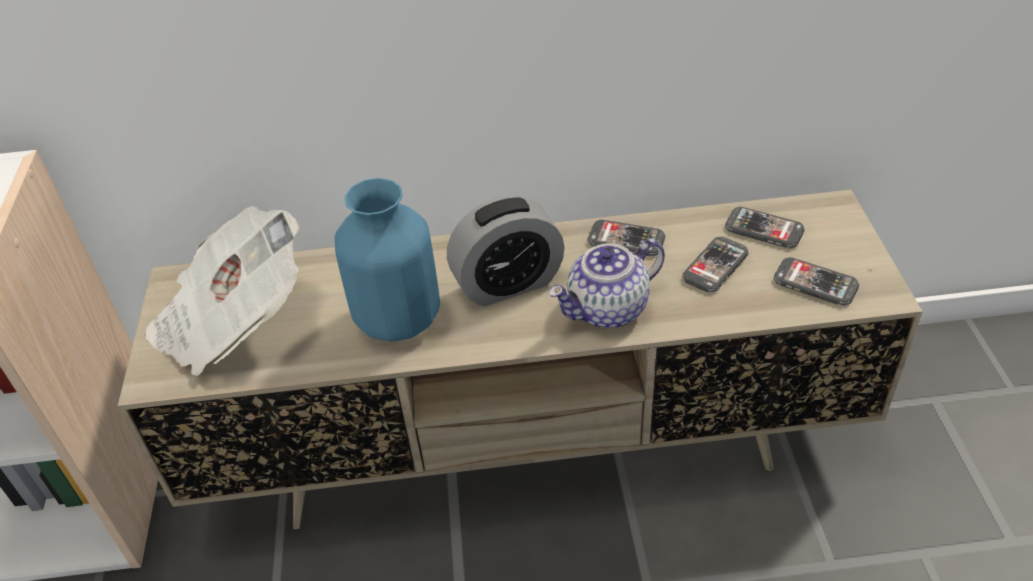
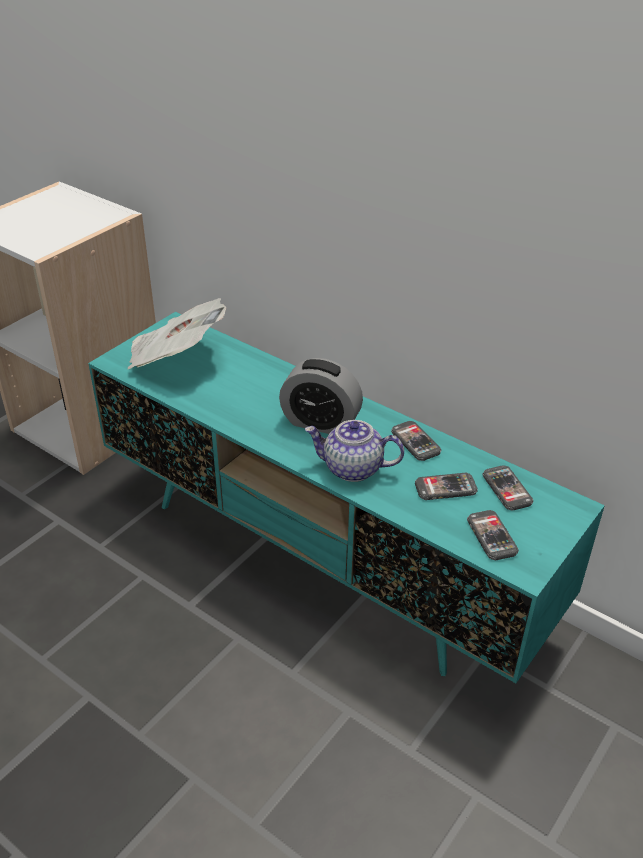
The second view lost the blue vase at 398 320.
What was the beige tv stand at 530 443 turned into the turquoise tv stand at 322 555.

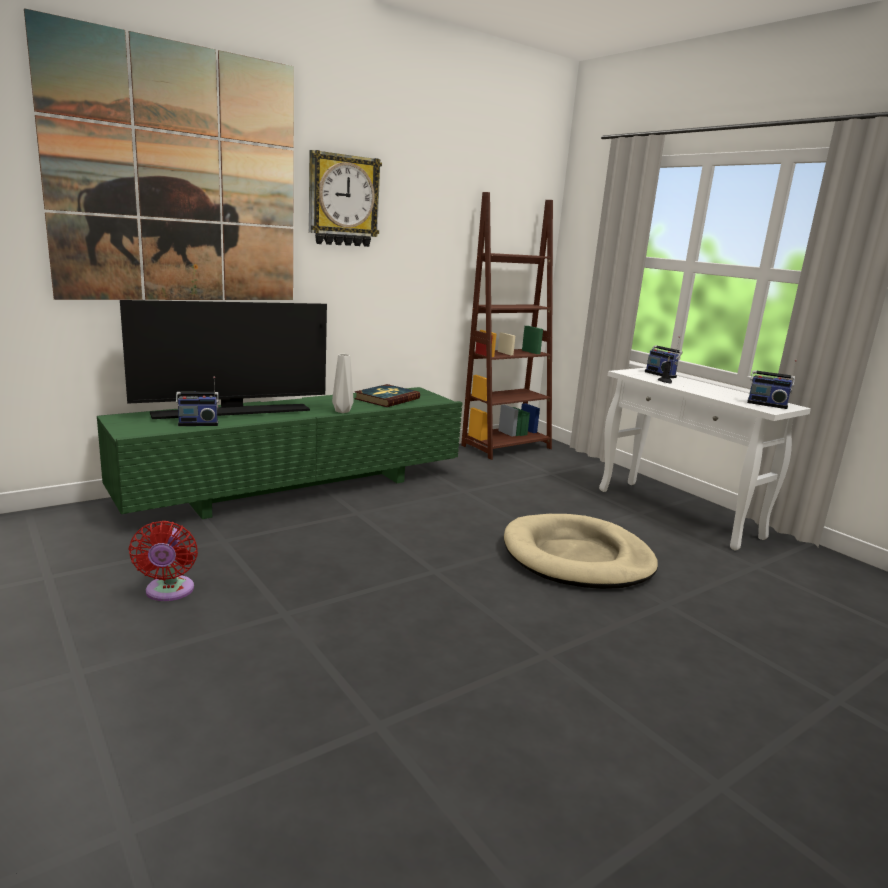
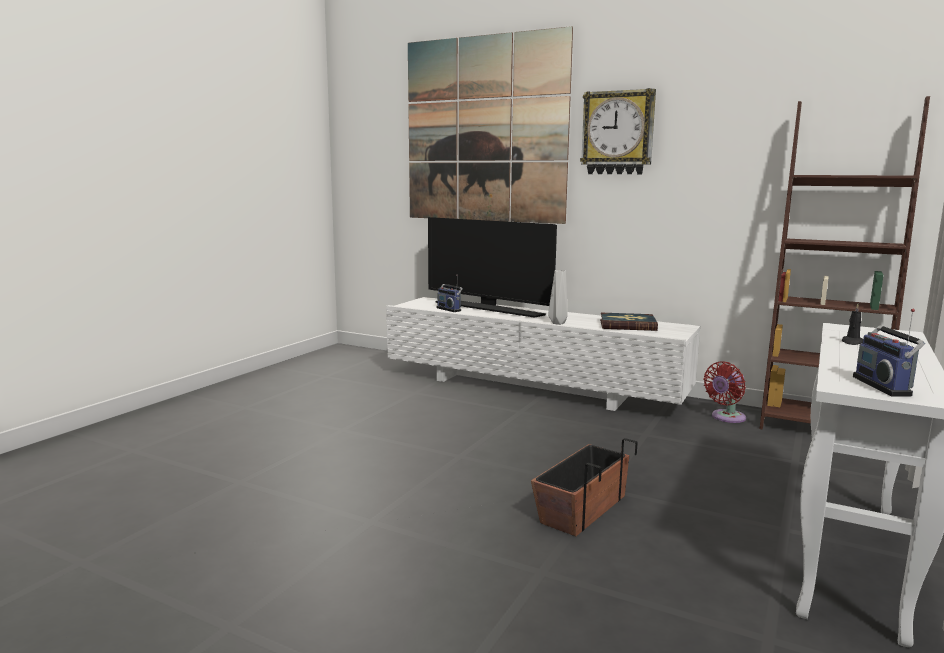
The second view lost the radio at 661 374.
The red fan ended up elsewhere, having gone from 169 592 to 726 417.
Where the beige dog bed stood at 577 557, the planter came to stand at 582 509.
What was the green tv stand at 297 486 turned into the white tv stand at 532 386.

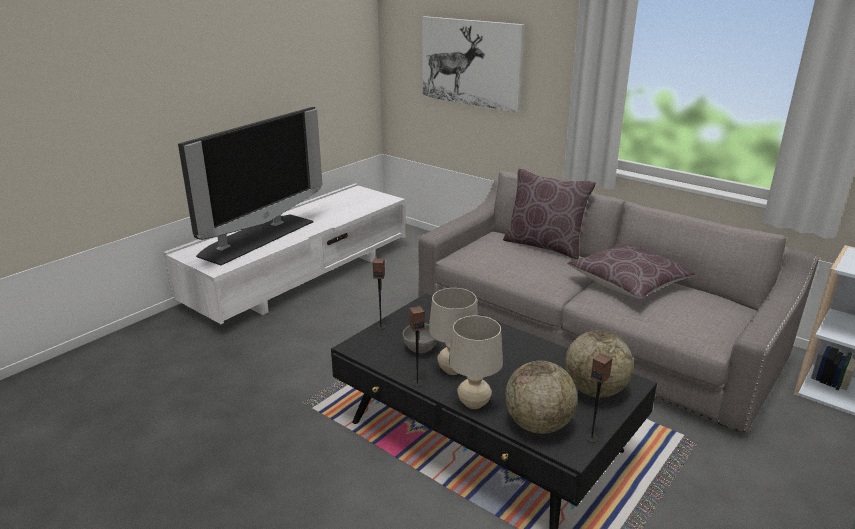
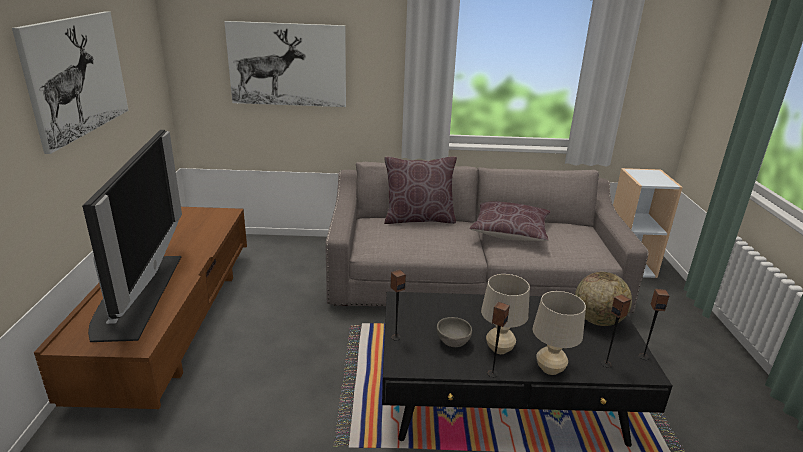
The second view gained the picture at 77 76.
Where the globe stood at 538 425, the speaker came to stand at 606 364.
What was the white tv stand at 300 275 turned into the brown tv stand at 172 319.

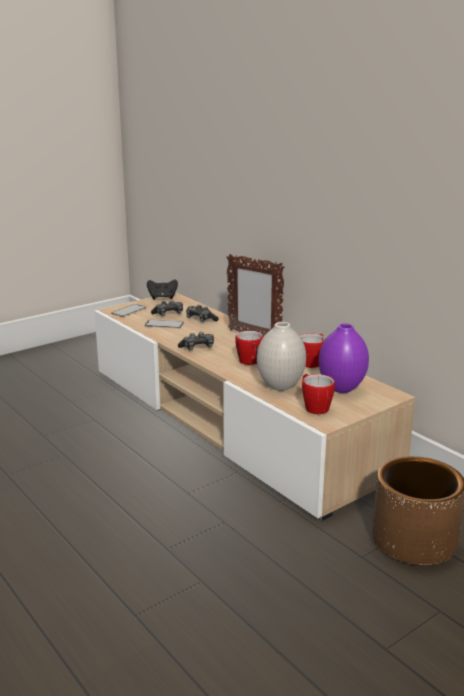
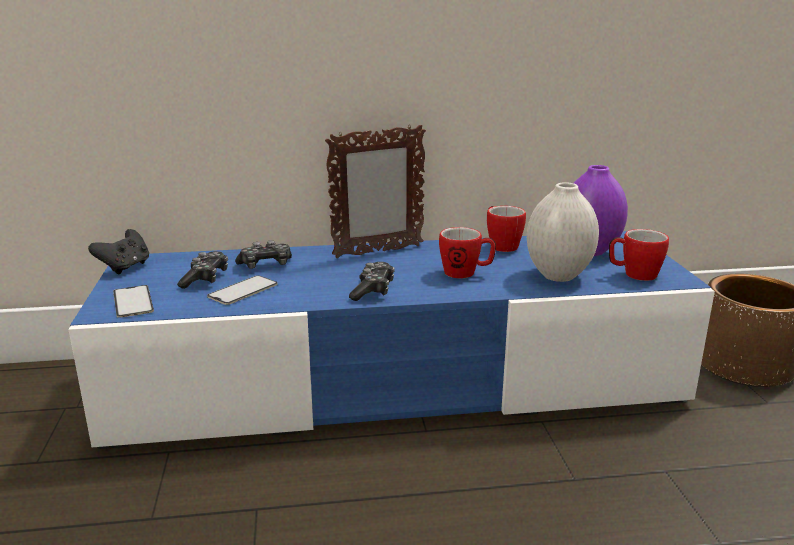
What was the beige tv stand at 232 420 turned into the blue tv stand at 397 382.

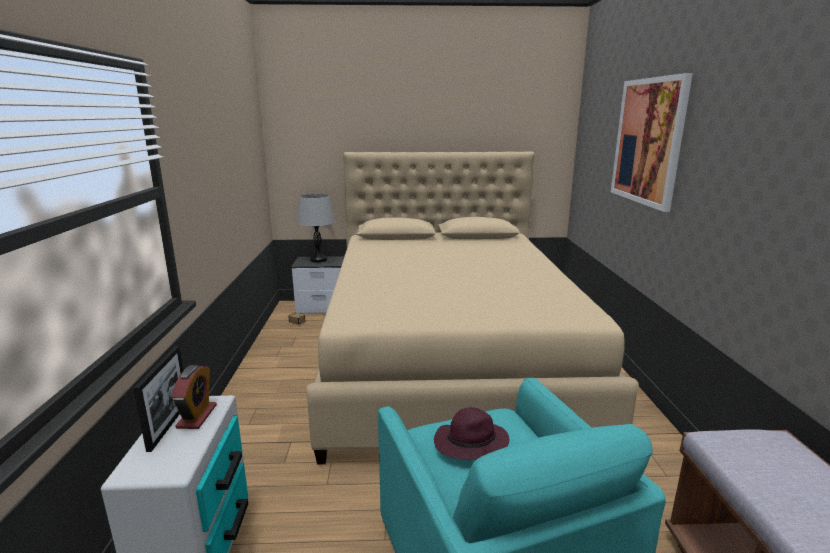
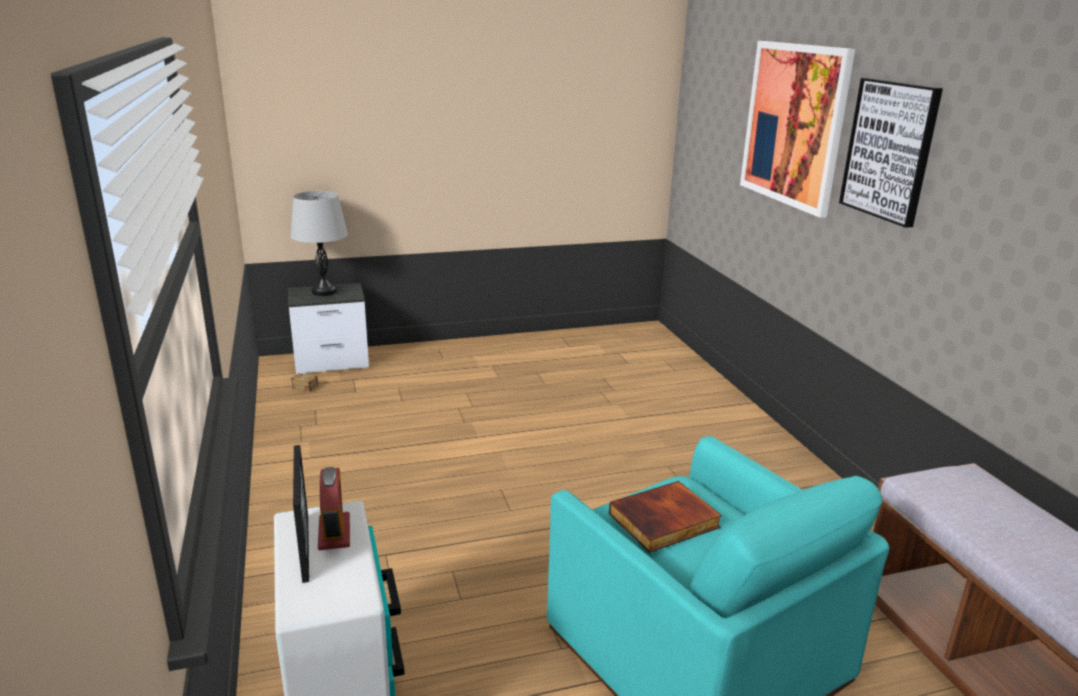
The second view lost the beige bed at 449 357.
The second view gained the picture at 890 150.
Where the purple hat stood at 470 444, the book came to stand at 664 522.

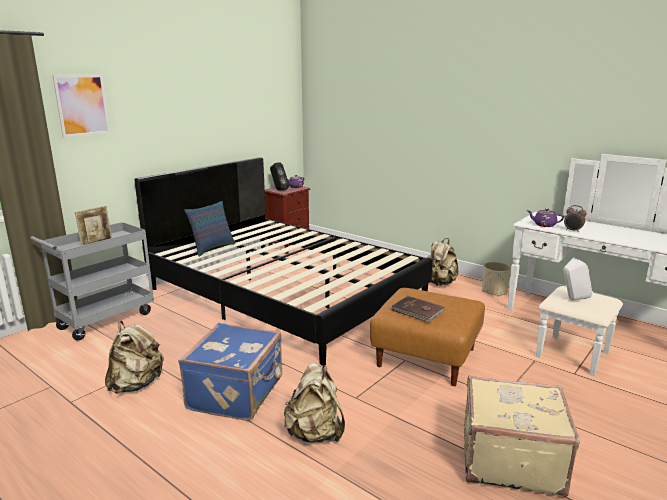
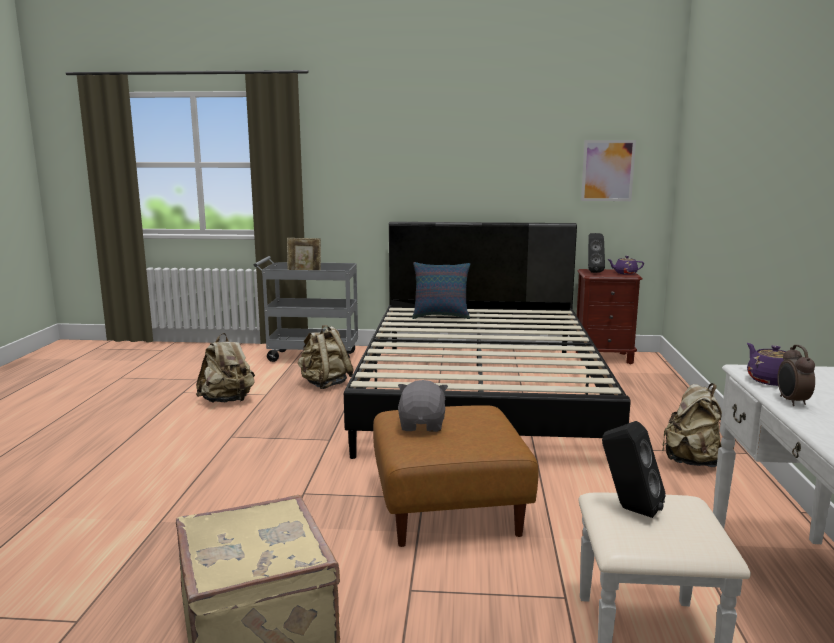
The second view lost the blue suitcase at 237 393.
The second view lost the beige planter at 494 291.
The picture ended up elsewhere, having gone from 82 105 to 607 170.
The beige backpack ended up elsewhere, having gone from 315 434 to 325 384.
Where the brown book stood at 417 311, the grey plush toy came to stand at 422 425.
What was the white speaker at 572 300 turned into the black speaker at 629 509.

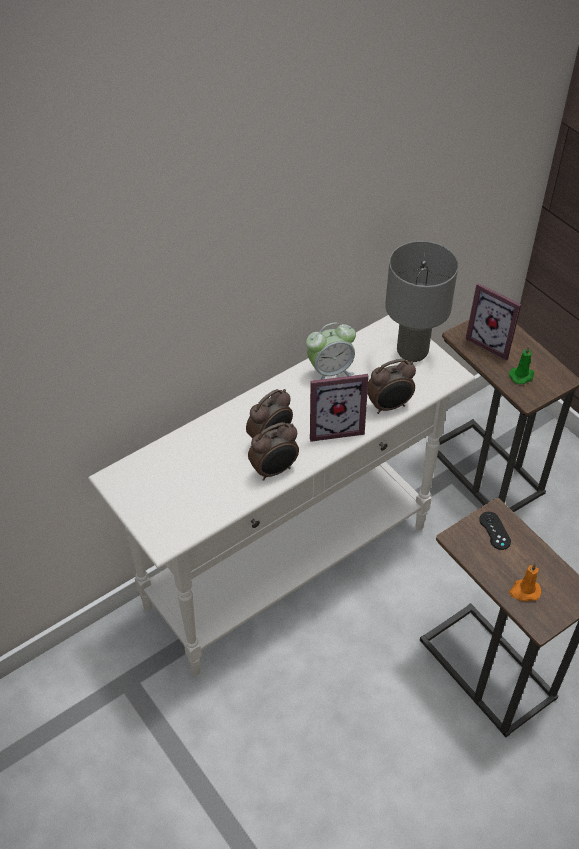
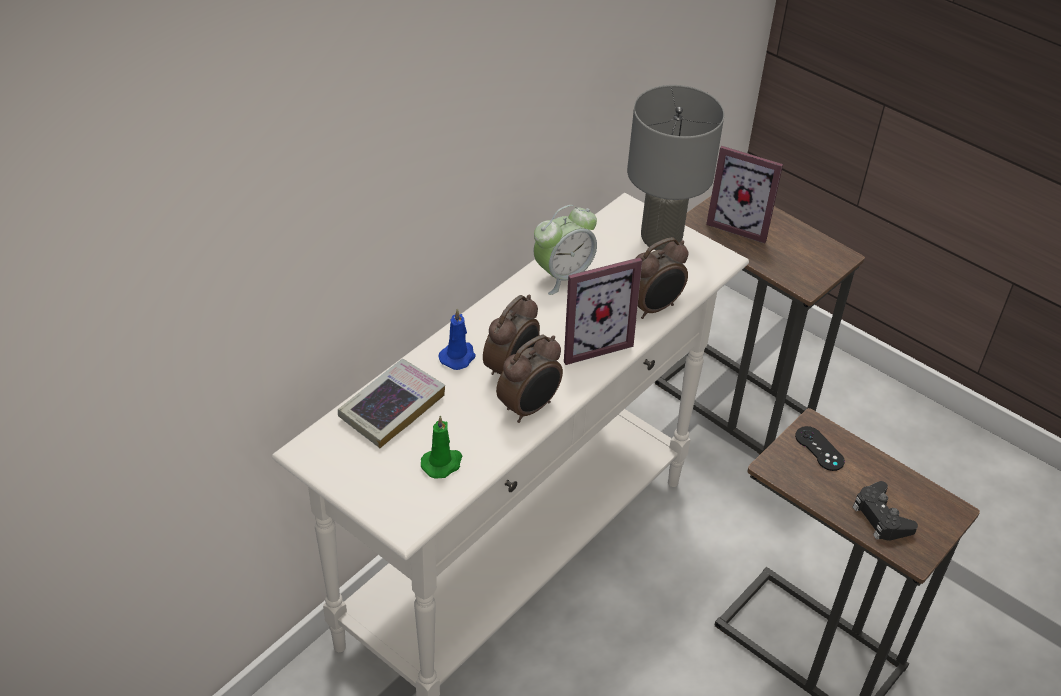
The second view gained the book at 392 407.
The second view gained the blue candle at 458 356.
The green candle ended up elsewhere, having gone from 522 376 to 442 463.
Where the orange candle stood at 524 591, the black game controller came to stand at 881 517.

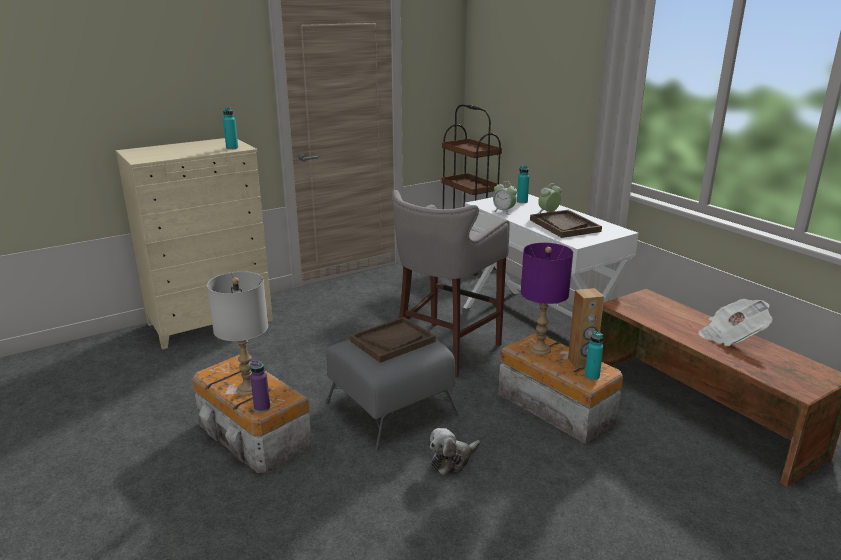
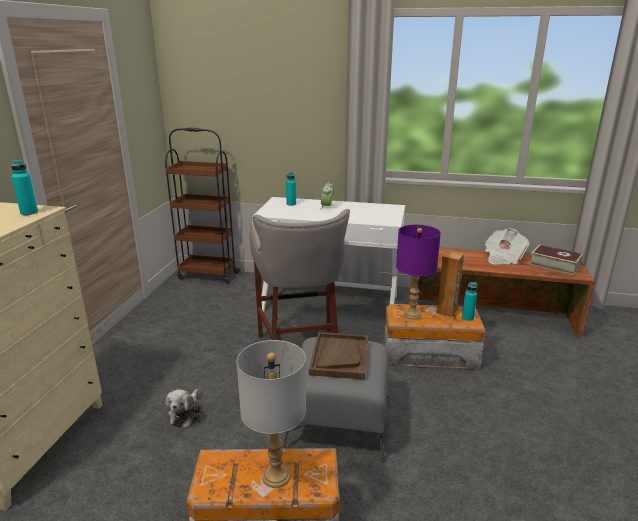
The second view lost the purple bottle at 262 408.
The second view lost the alarm clock at 504 211.
The second view lost the brown tray at 564 225.
The second view gained the book at 554 265.
The plush toy ended up elsewhere, having gone from 452 460 to 186 414.

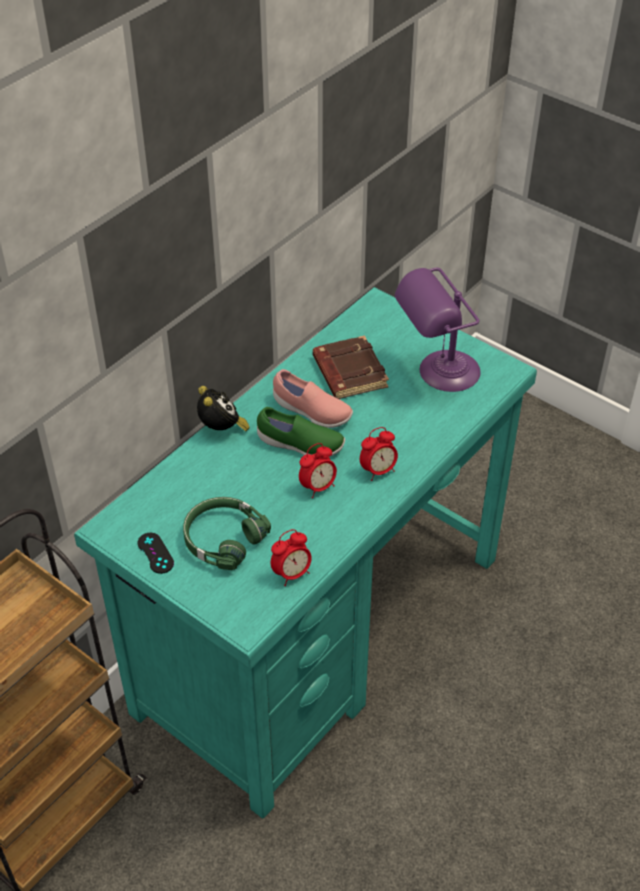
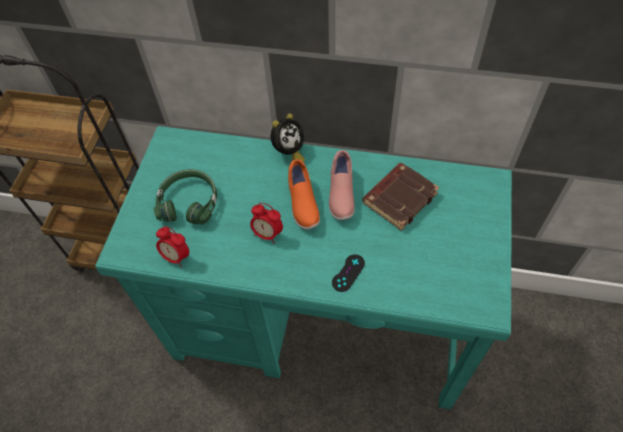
The second view lost the alarm clock at 378 471.
The second view lost the purple table lamp at 438 375.
The black game controller ended up elsewhere, having gone from 155 553 to 348 273.
What was the green shoe at 300 445 turned into the orange shoe at 302 204.

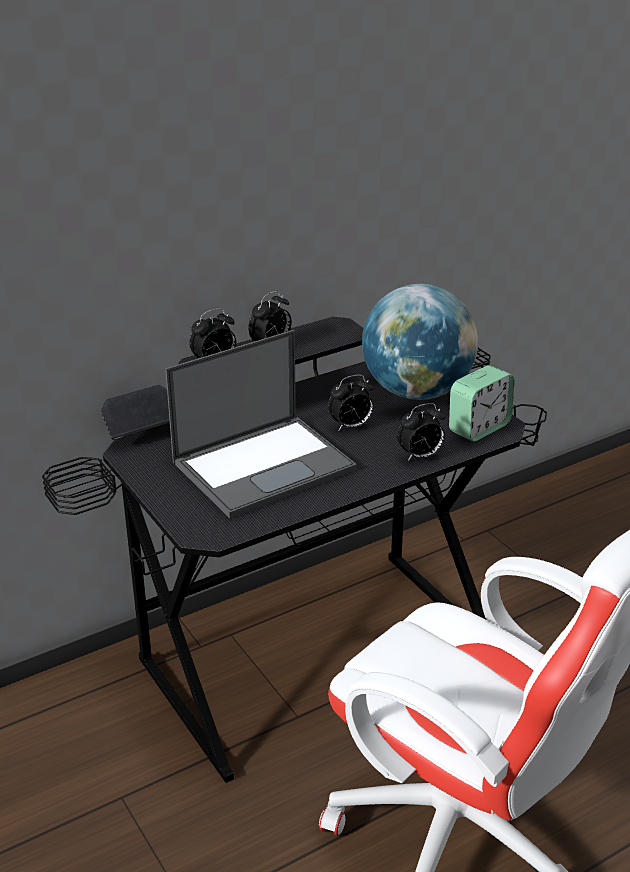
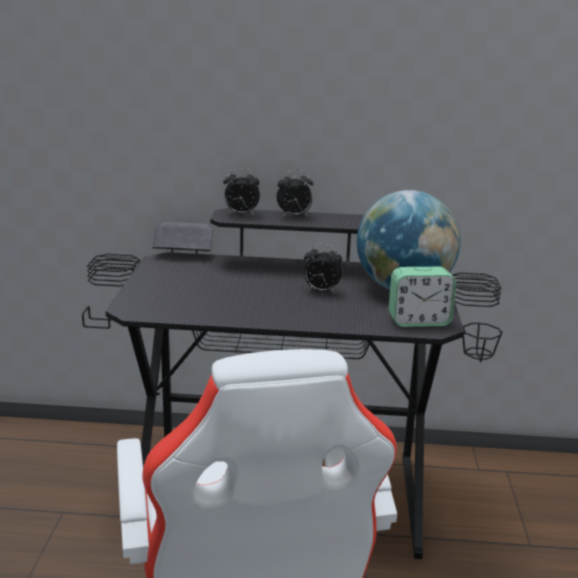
The second view lost the laptop at 265 465.
The second view lost the alarm clock at 420 457.

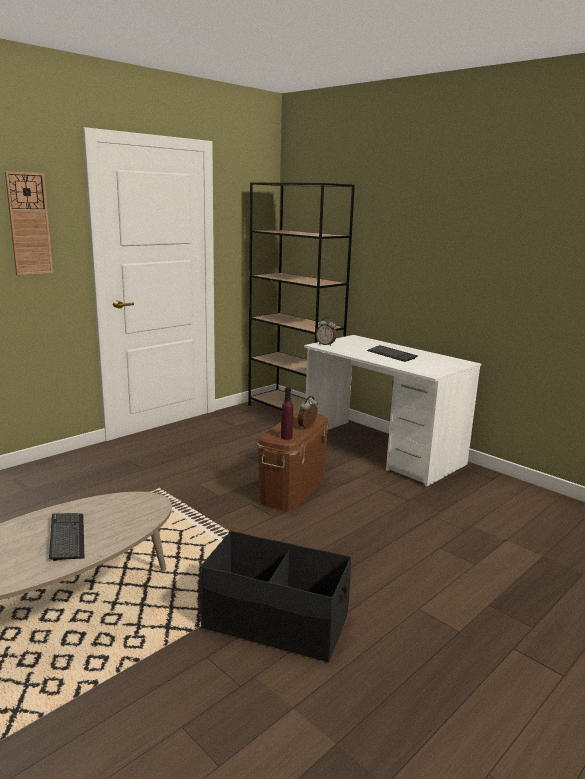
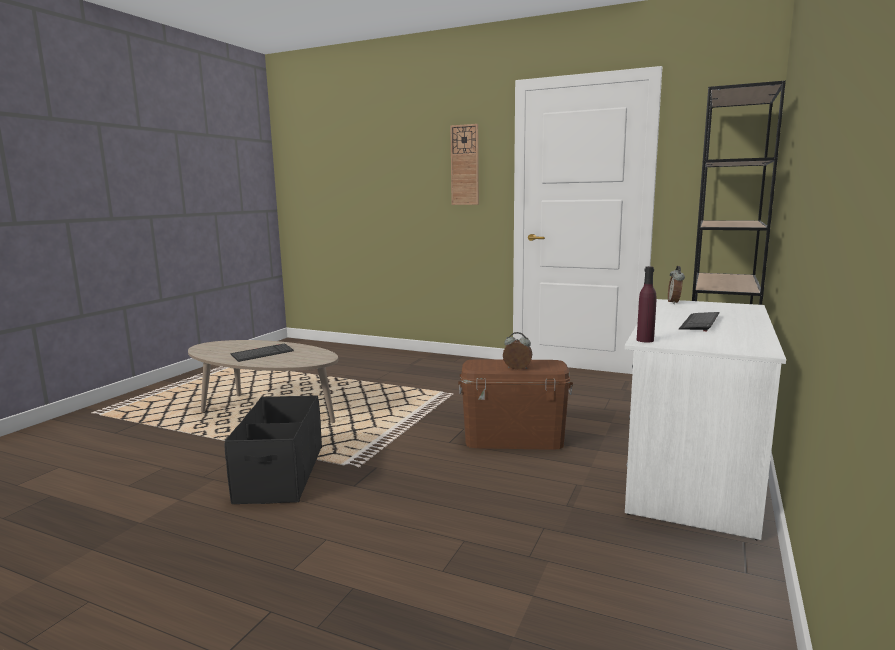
The purple bottle ended up elsewhere, having gone from 286 437 to 645 340.

